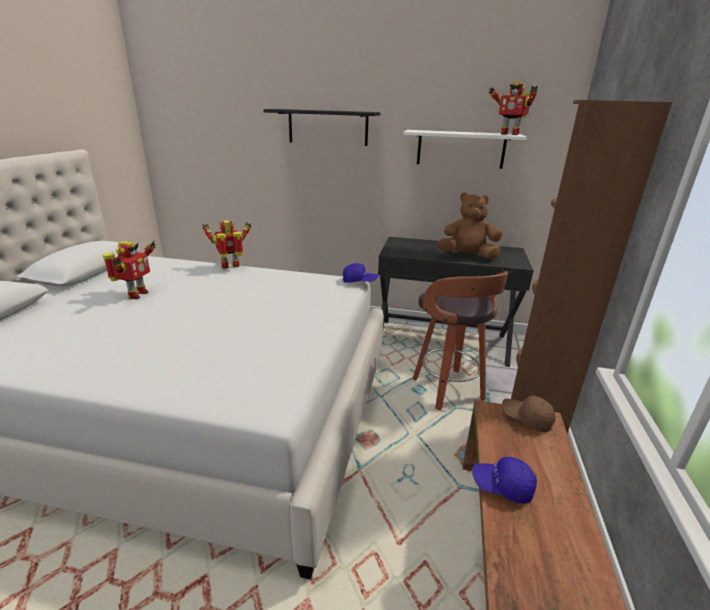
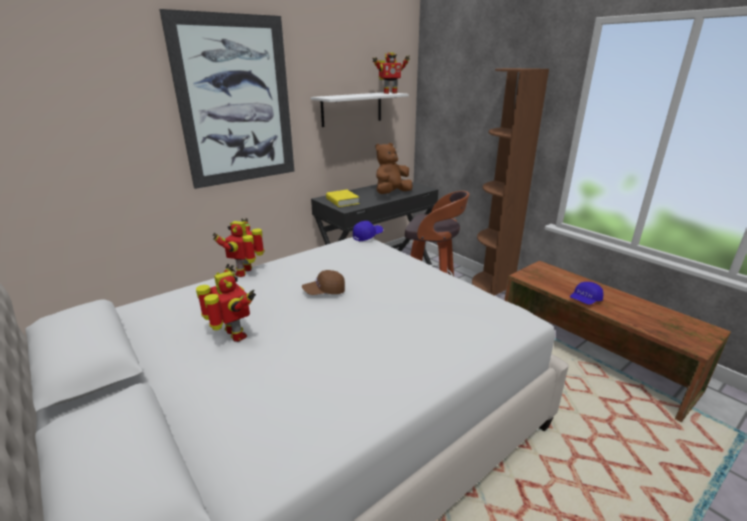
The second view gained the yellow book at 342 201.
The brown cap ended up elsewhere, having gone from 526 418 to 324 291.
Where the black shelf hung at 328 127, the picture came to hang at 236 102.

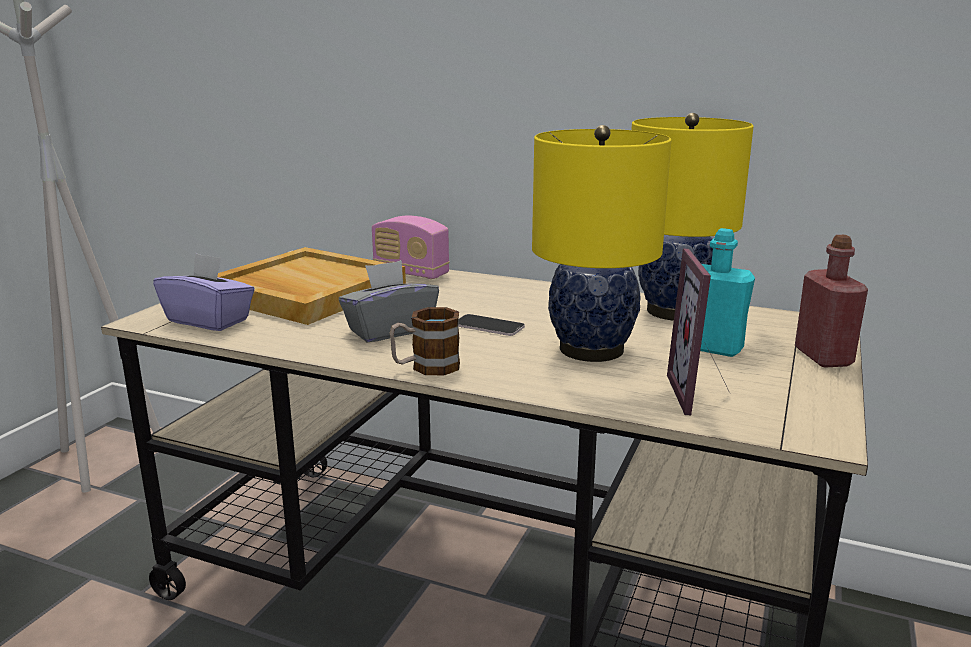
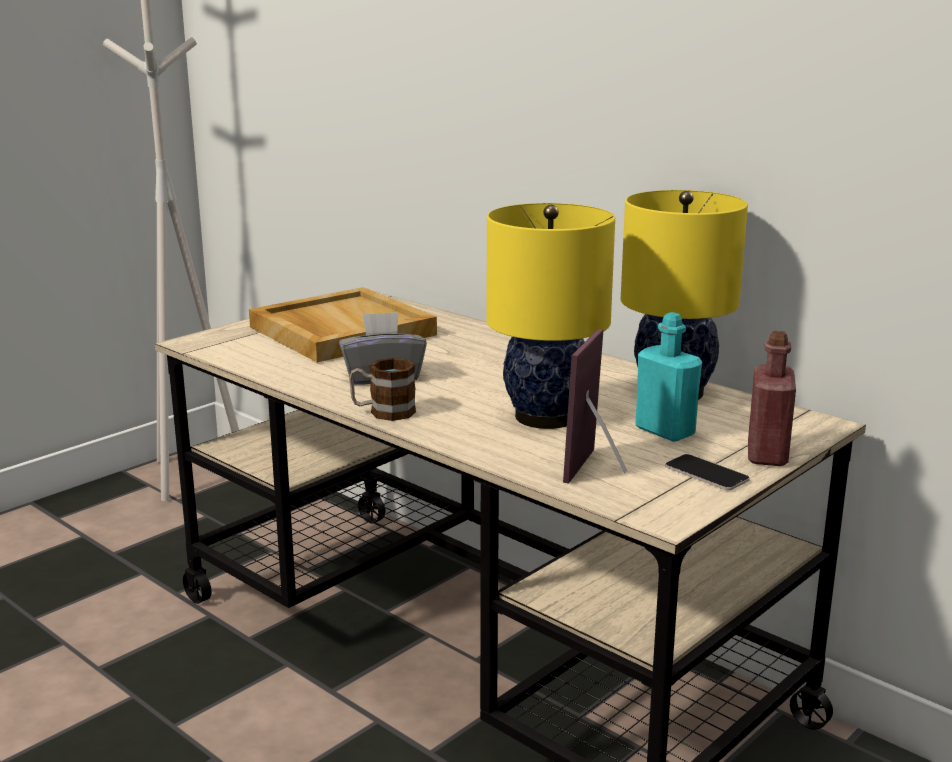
The second view lost the purple tissue box at 209 320.
The second view lost the radio at 411 273.
The phone ended up elsewhere, having gone from 488 326 to 706 473.

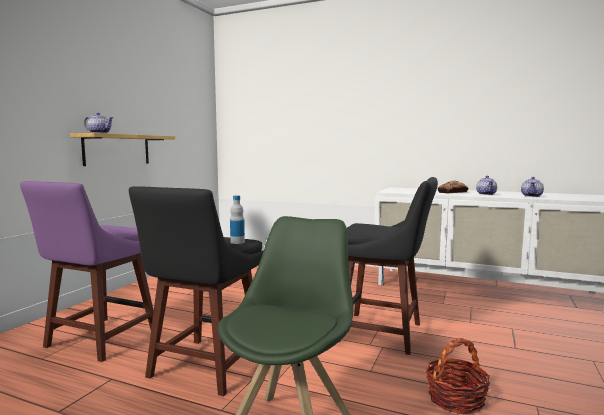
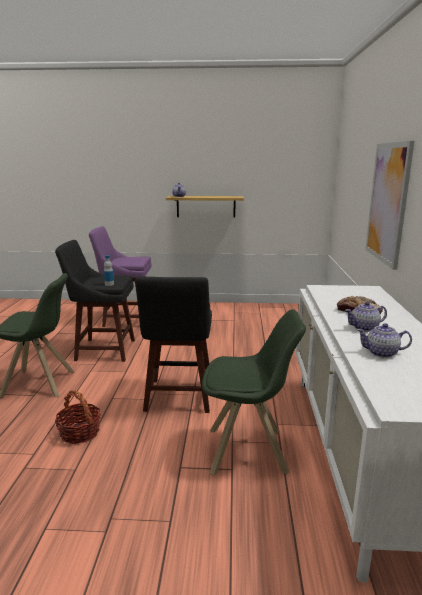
The second view gained the green chair at 247 451.
The second view gained the picture at 388 203.

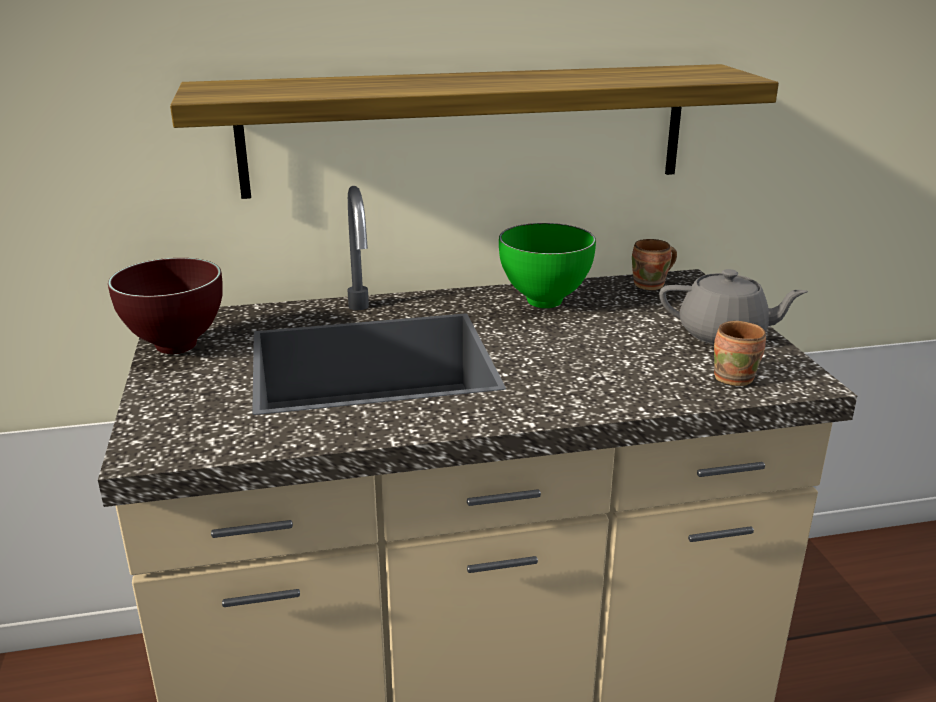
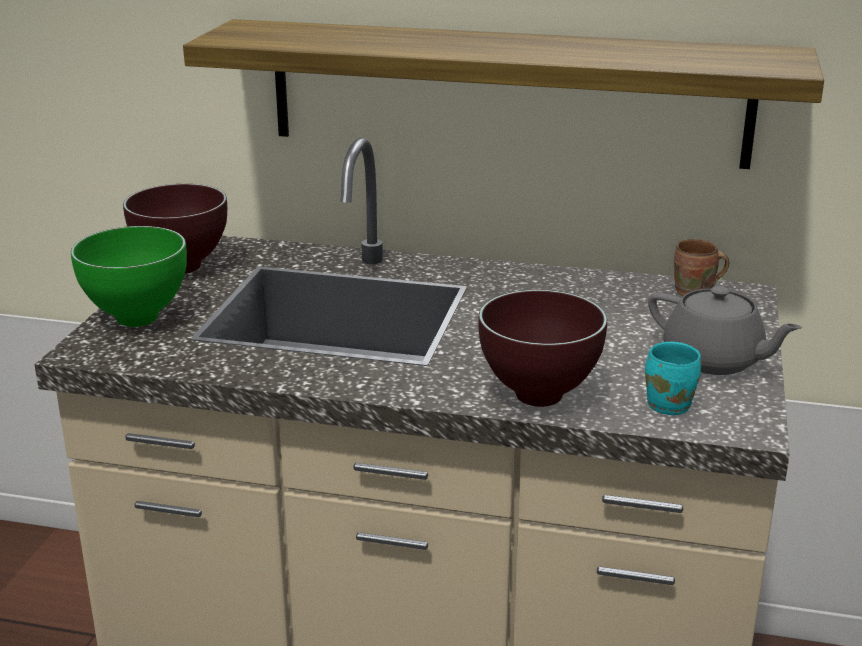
The second view gained the brown bowl at 541 396.
The green bowl ended up elsewhere, having gone from 546 302 to 140 319.
What was the brown mug at 735 377 turned into the turquoise mug at 672 405.

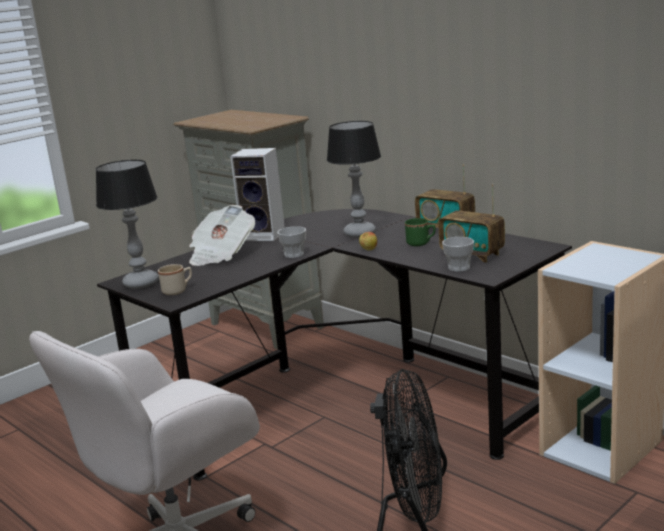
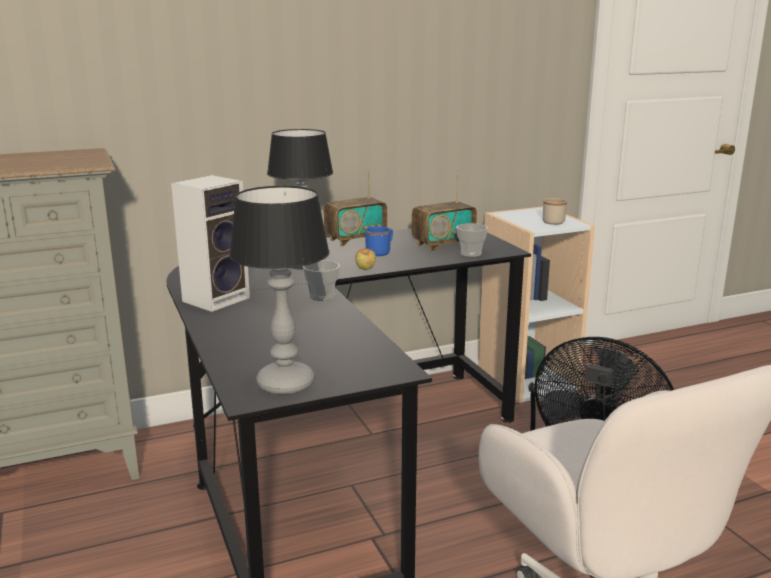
The second view lost the newspaper at 221 254.
The beige mug ended up elsewhere, having gone from 178 290 to 552 221.
What was the green mug at 421 243 turned into the blue mug at 380 252.

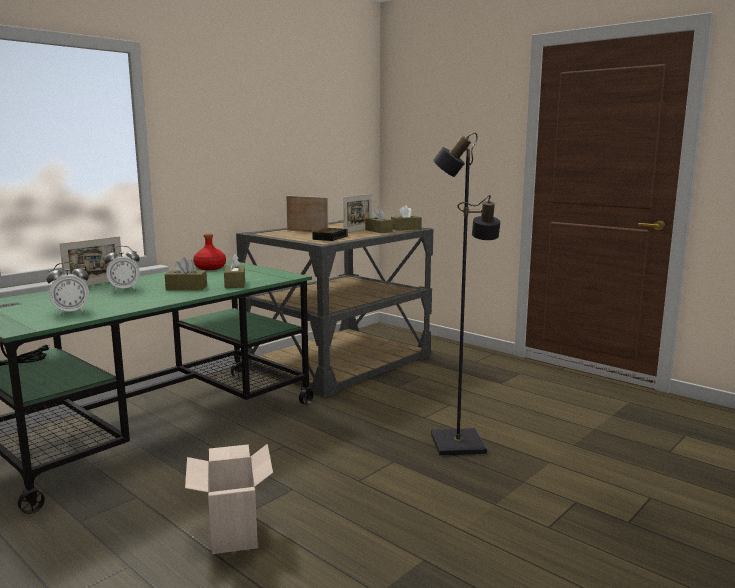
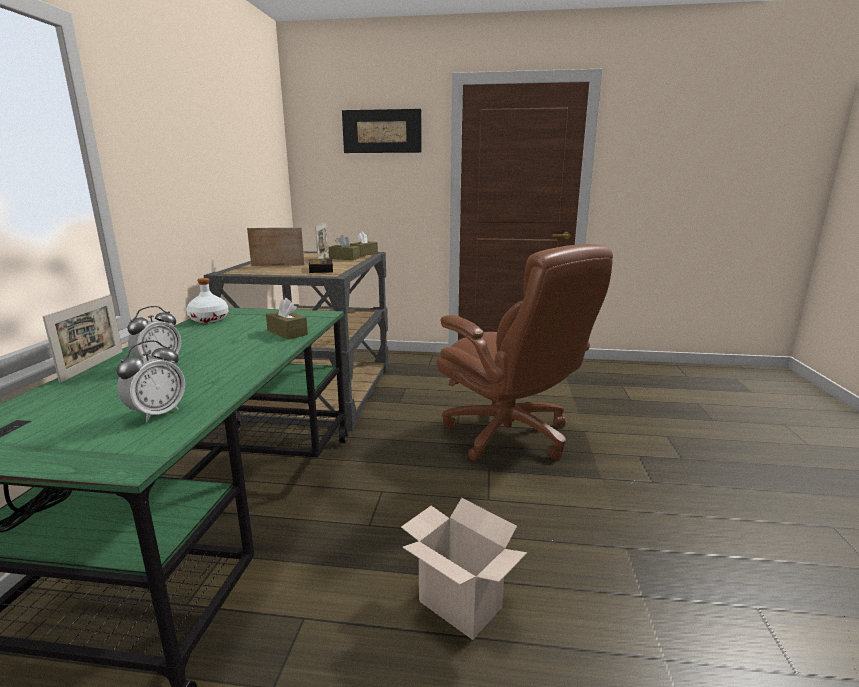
The second view lost the brown tissue box at 186 288.
The second view gained the picture at 382 131.
Where the black floor lamp stood at 458 443, the brown office chair came to stand at 511 437.
What was the red bottle at 210 268 turned into the white bottle at 209 319.

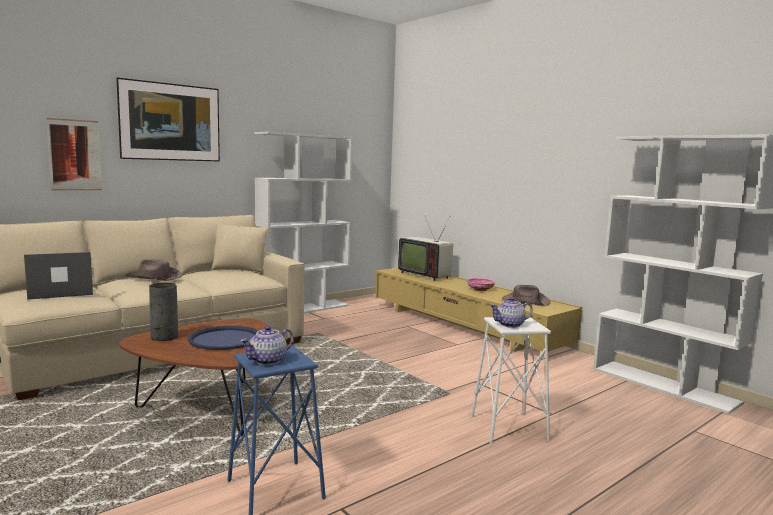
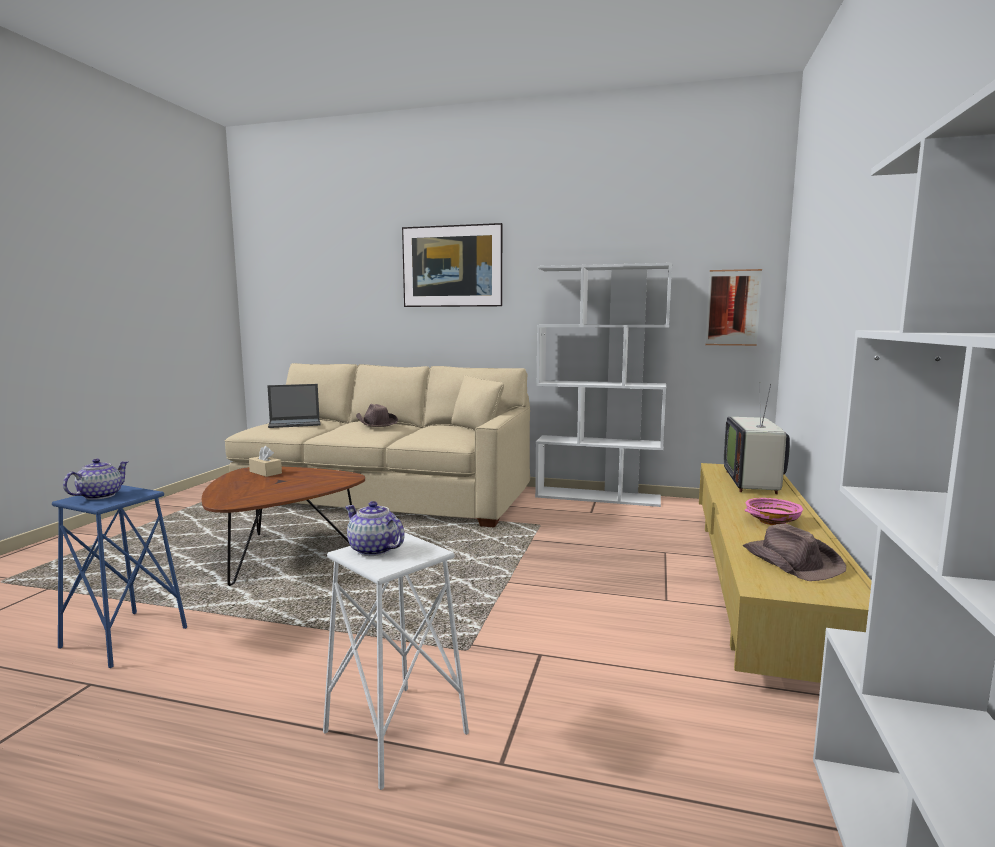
The second view lost the blue tray at 225 339.
The picture ended up elsewhere, having gone from 75 155 to 733 307.
Where the grey vase stood at 163 337, the beige tissue box came to stand at 265 472.
The laptop at 60 292 ended up facing another way, 135 degrees clockwise from before.
The teapot at 268 361 ended up facing another way, 105 degrees clockwise from before.

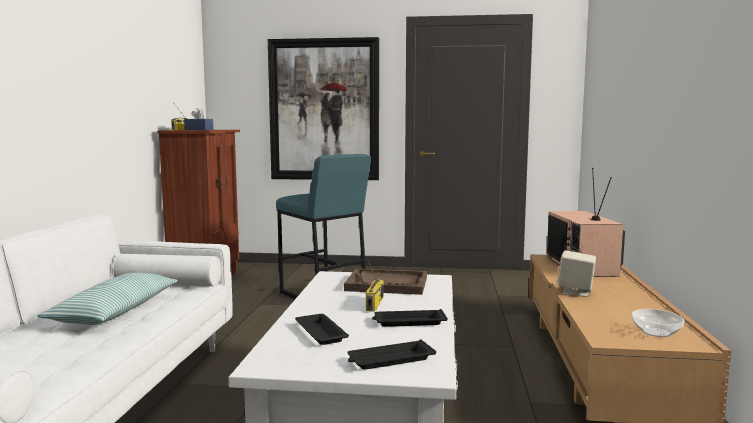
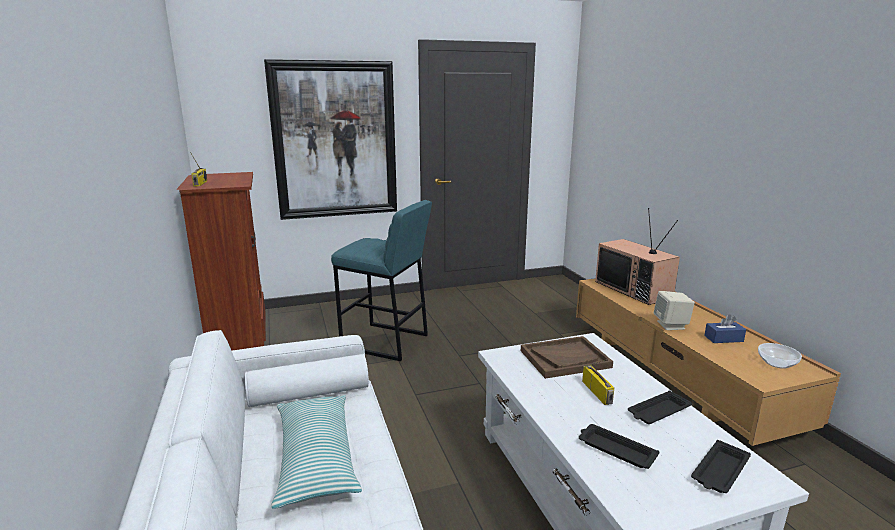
The blue tissue box ended up elsewhere, having gone from 199 130 to 723 338.

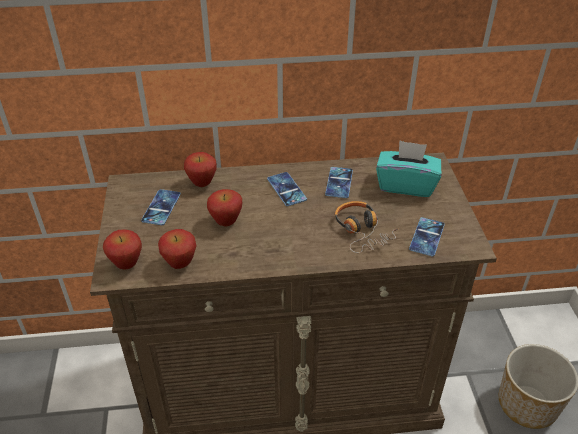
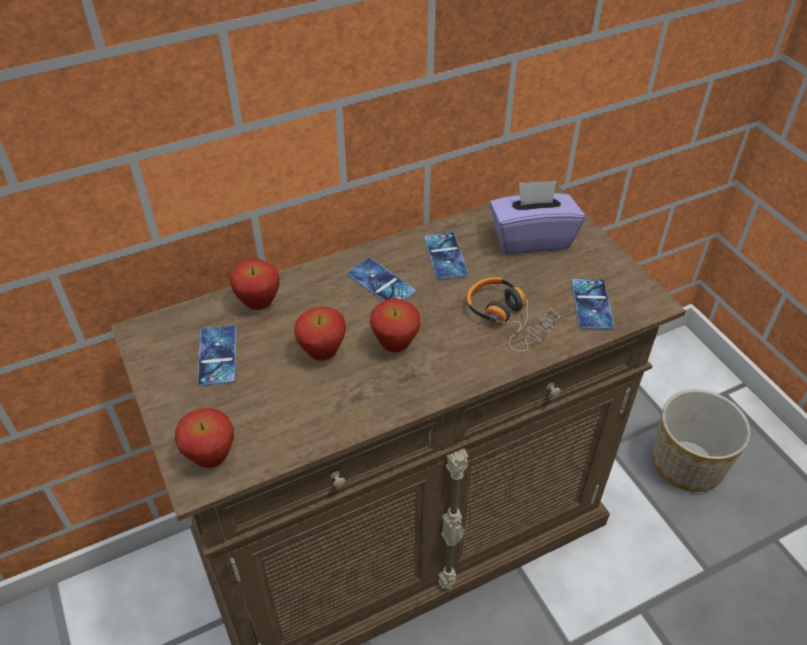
The apple ended up elsewhere, having gone from 180 264 to 395 345.
What was the turquoise tissue box at 406 185 turned into the purple tissue box at 531 239.

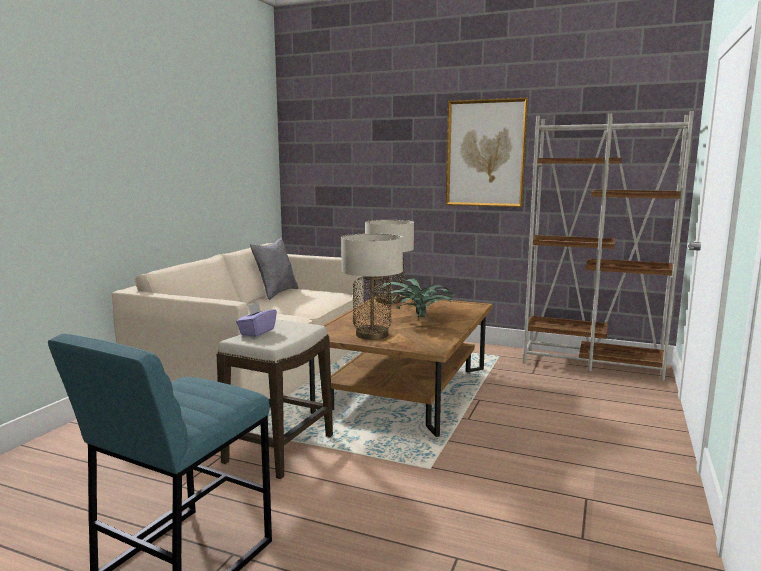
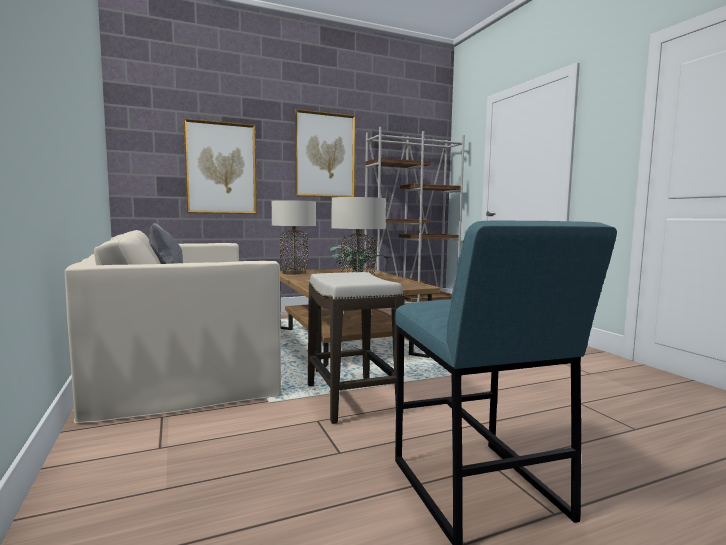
The second view lost the purple tissue box at 257 332.
The second view gained the picture at 221 168.

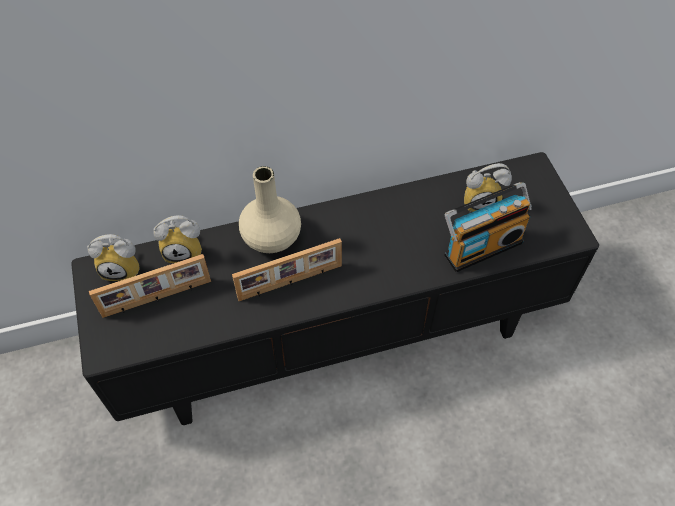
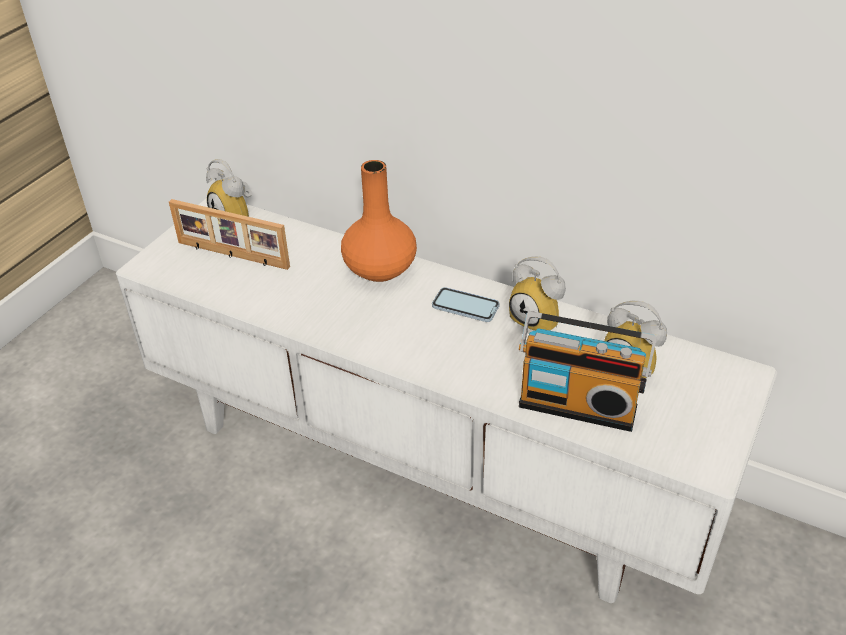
The second view lost the picture frame at 290 283.
The second view gained the phone at 465 306.
The alarm clock ended up elsewhere, having gone from 184 250 to 539 320.
What was the black tv stand at 338 327 turned into the white tv stand at 430 453.
What was the beige vase at 270 237 turned into the orange vase at 379 269.

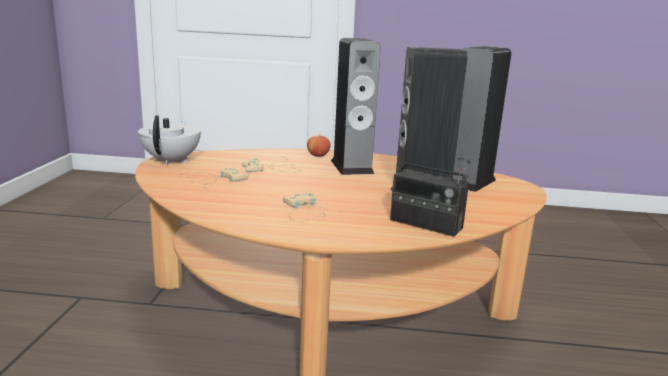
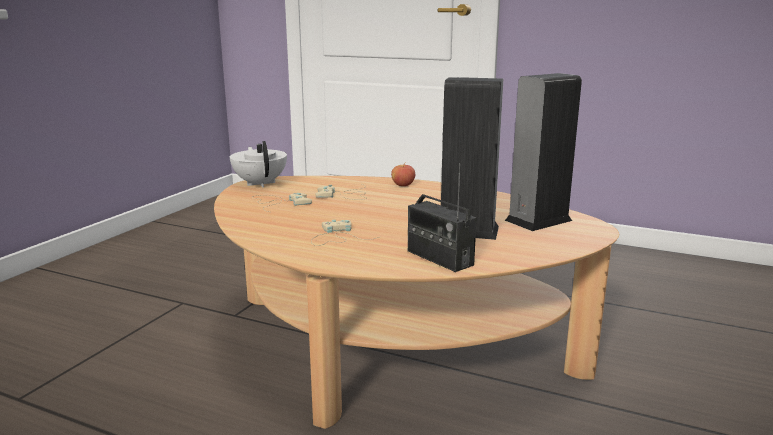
The second view lost the speaker at 351 167.
The white teapot at 172 161 ended up facing another way, 45 degrees counterclockwise from before.

